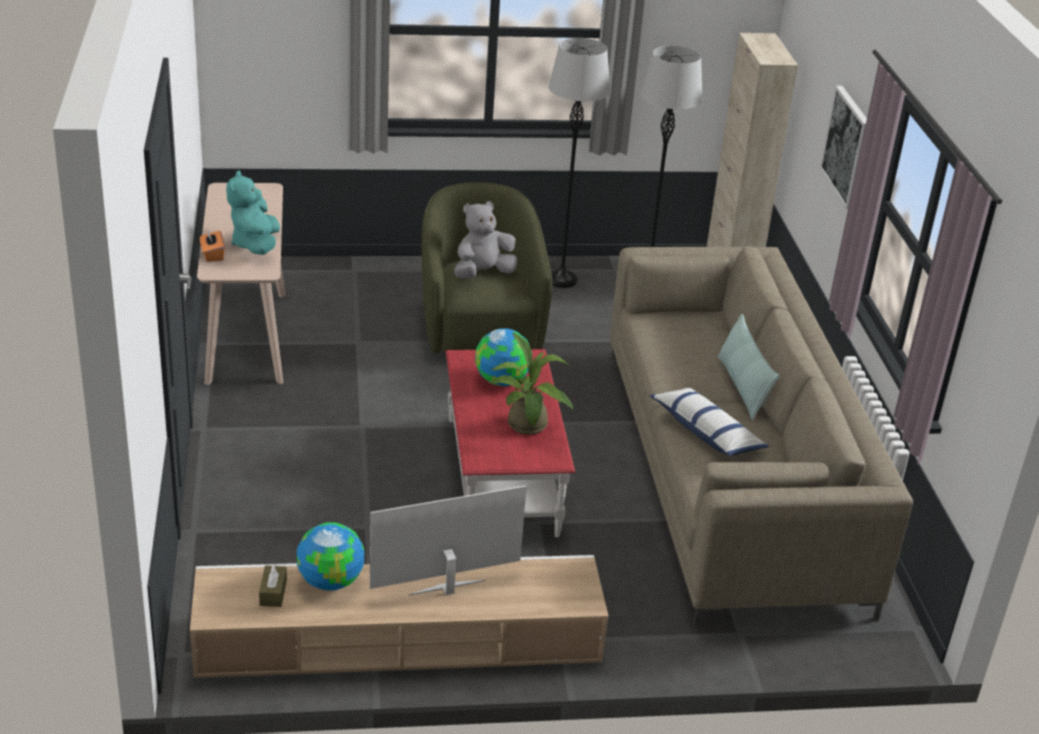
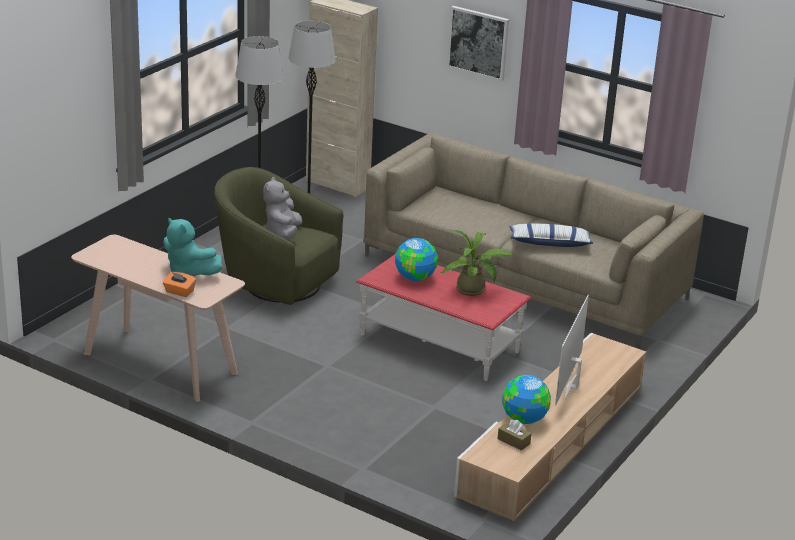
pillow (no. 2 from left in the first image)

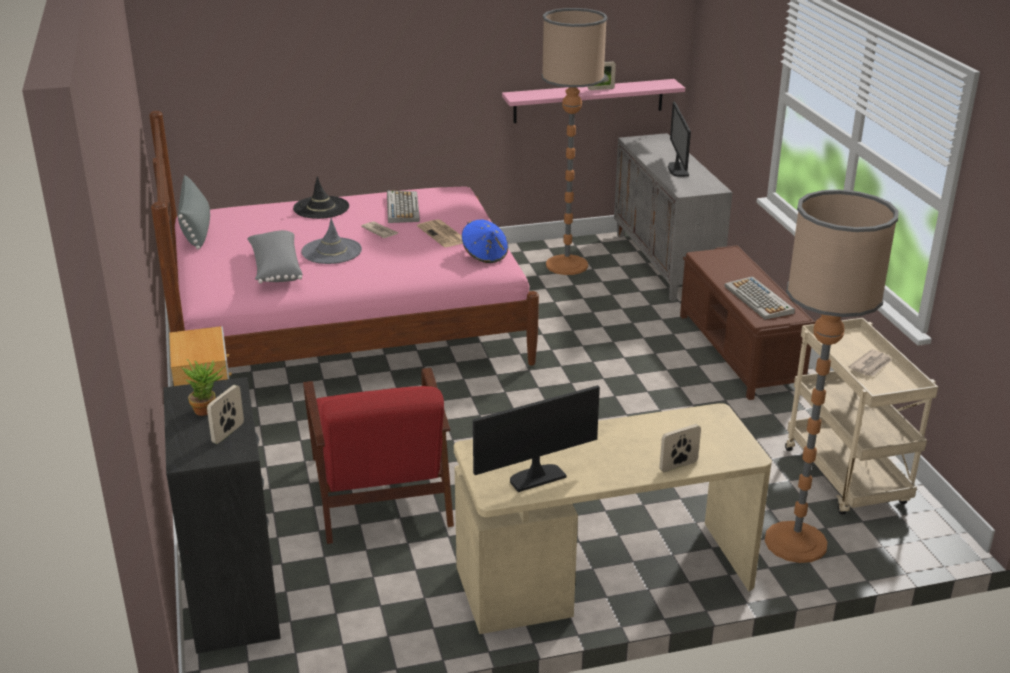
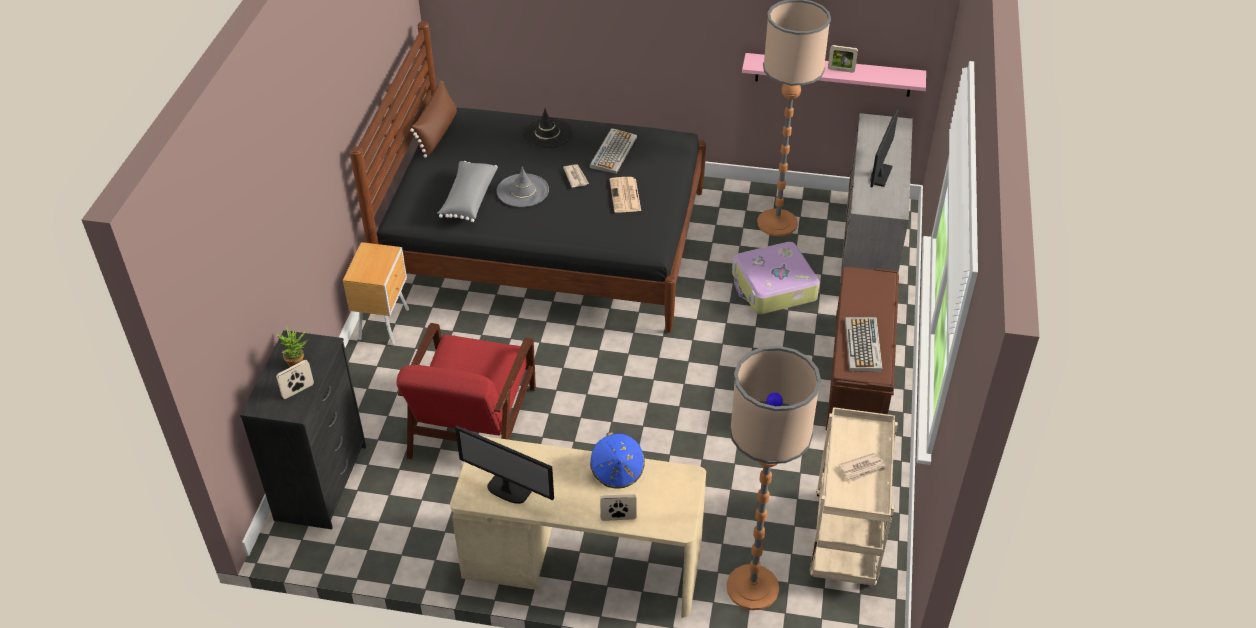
black bed
brown pillow
monitor (no. 1 from left)
blue hat
suitcase

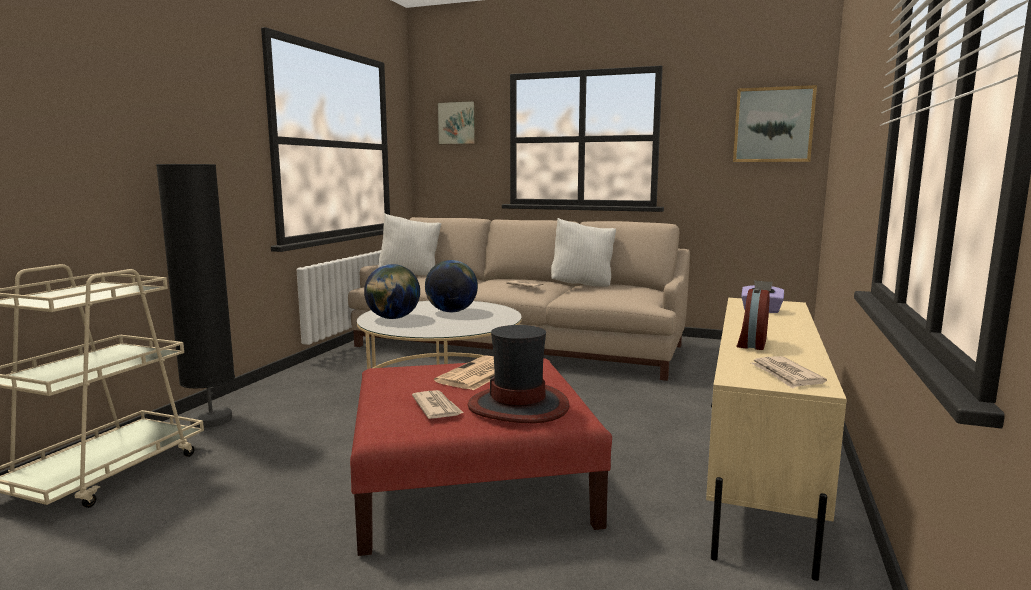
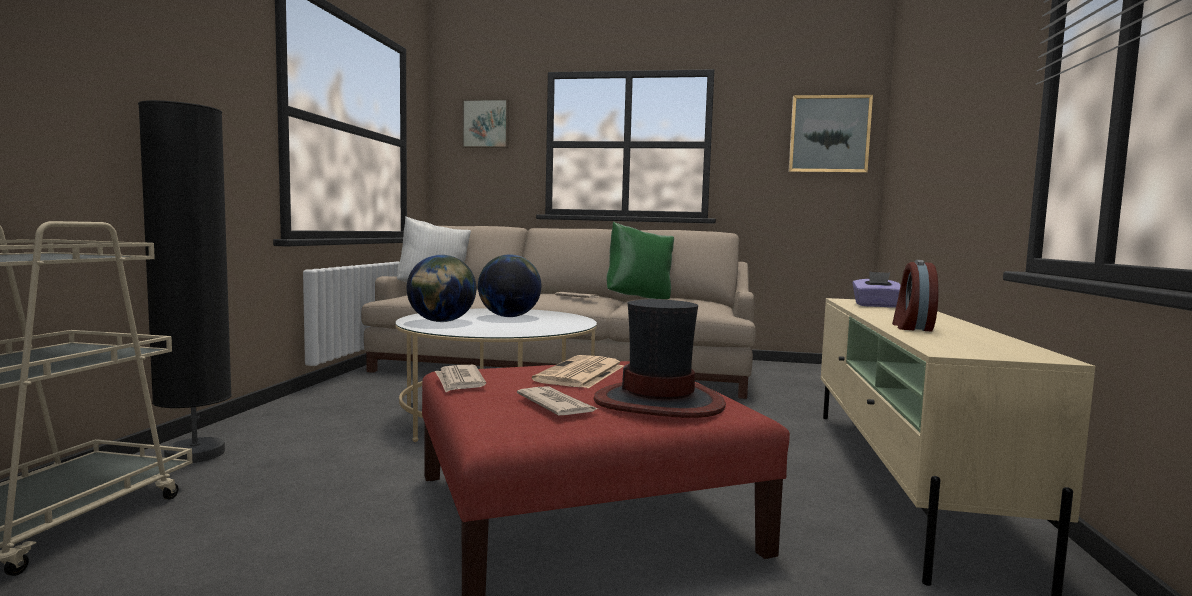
newspaper (no. 1 from left)
green pillow

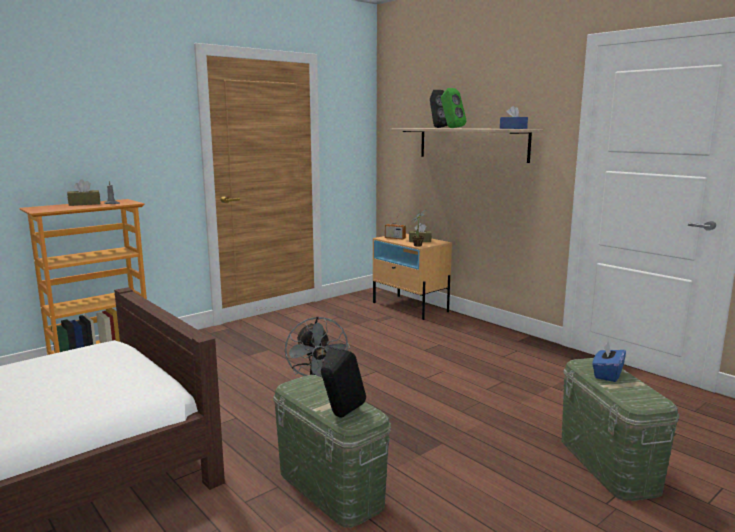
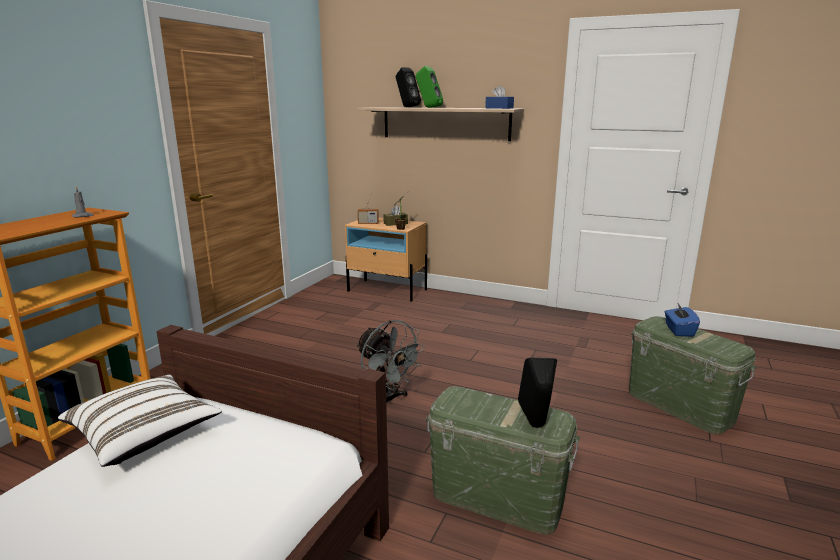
white pillow
brown tissue box (no. 1 from left in the first image)

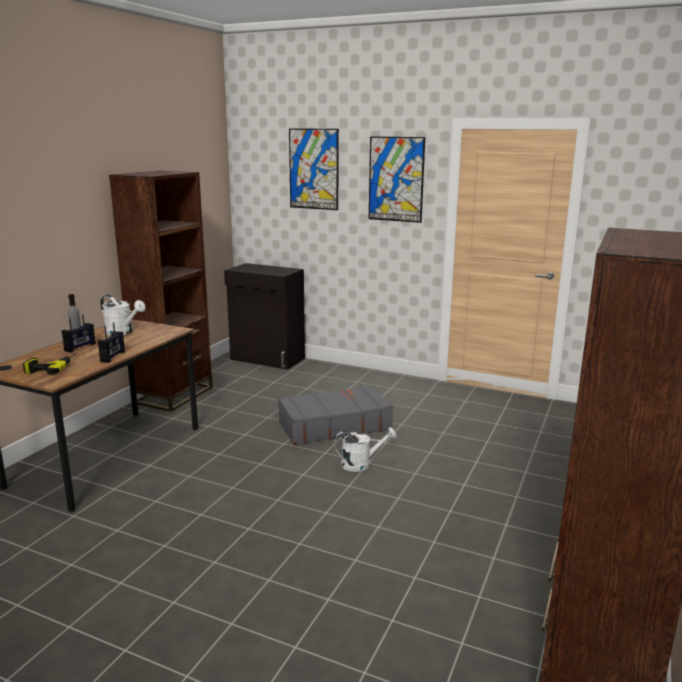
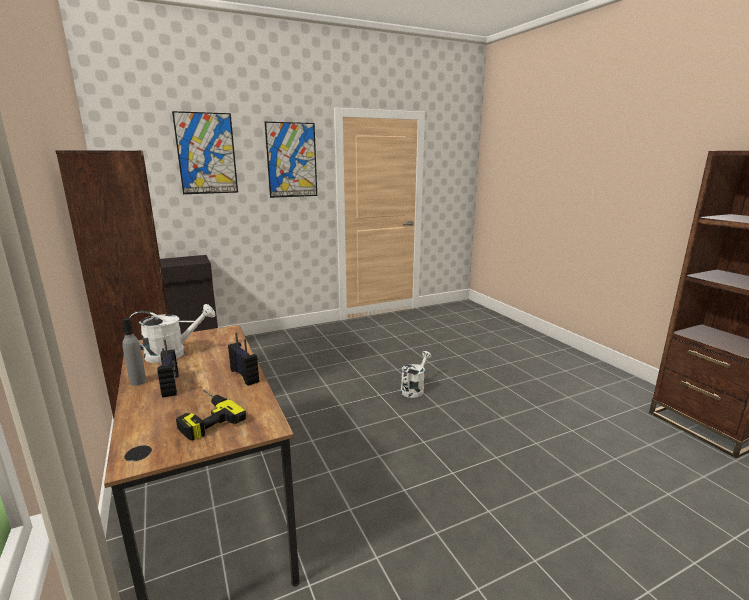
grey suitcase

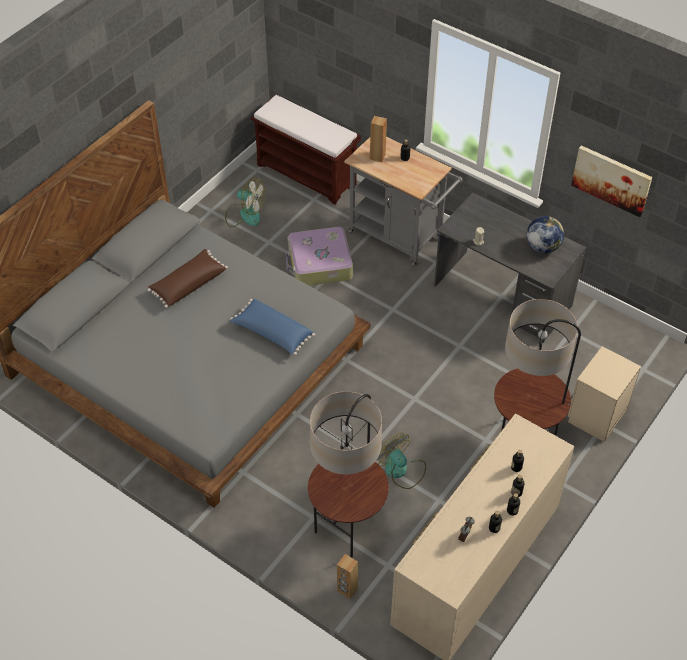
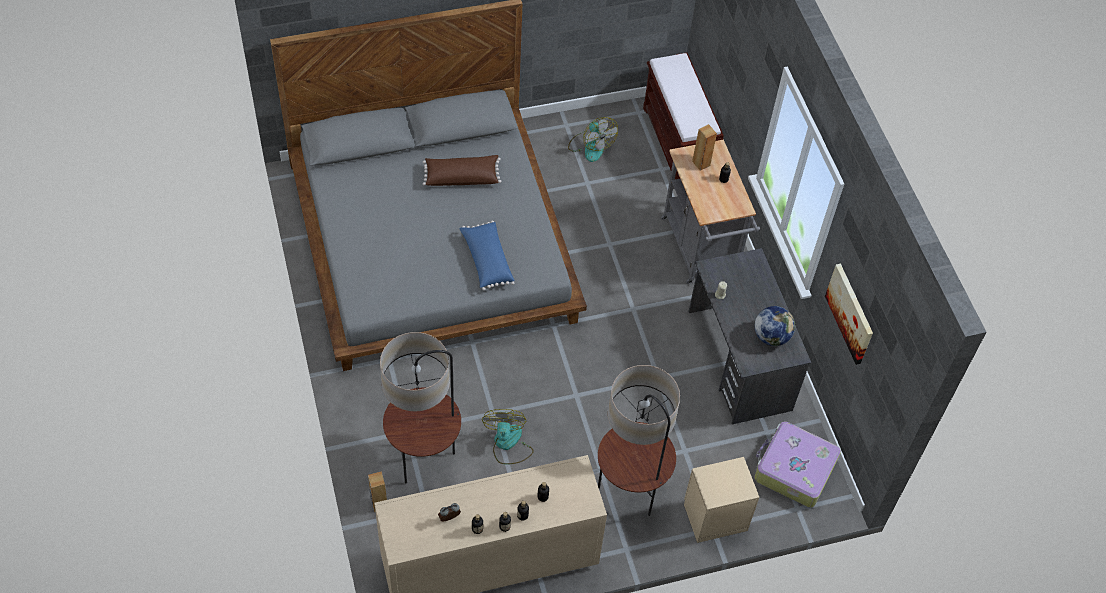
suitcase

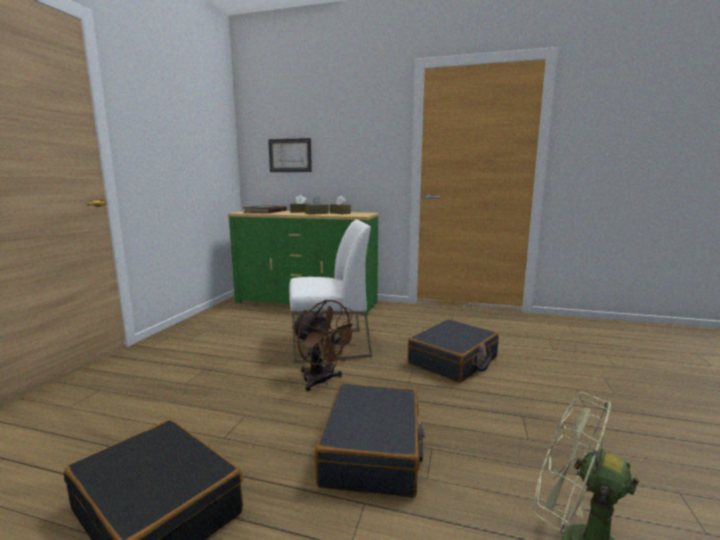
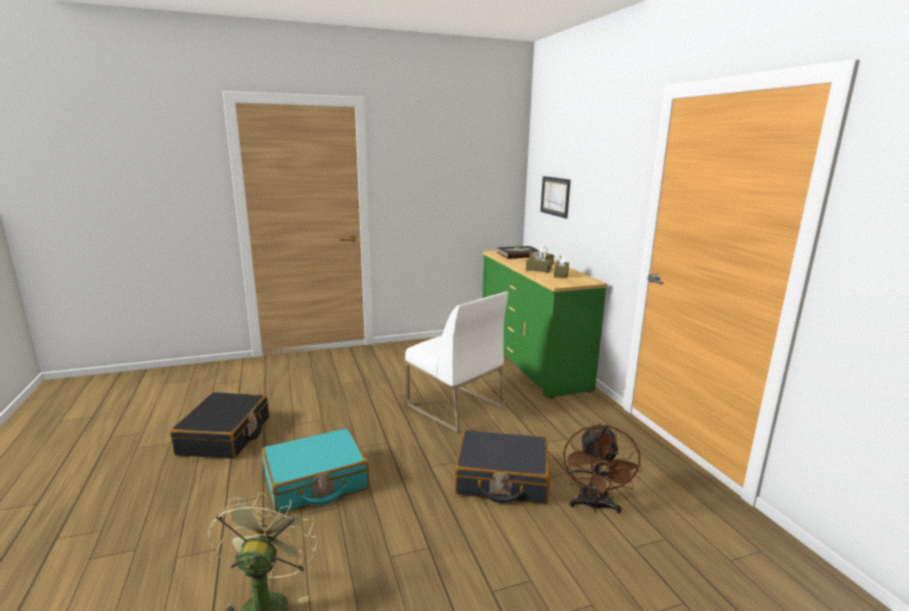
turquoise suitcase
brown fan

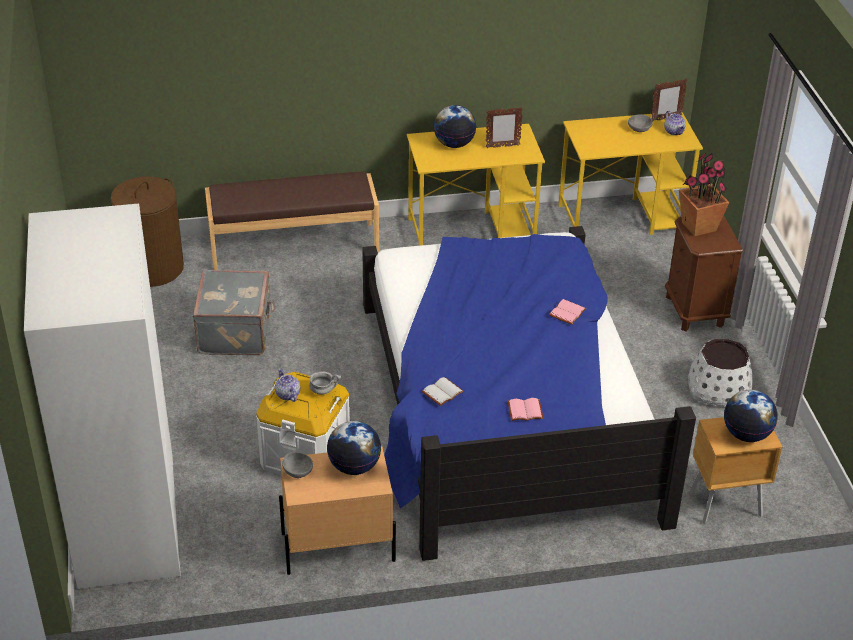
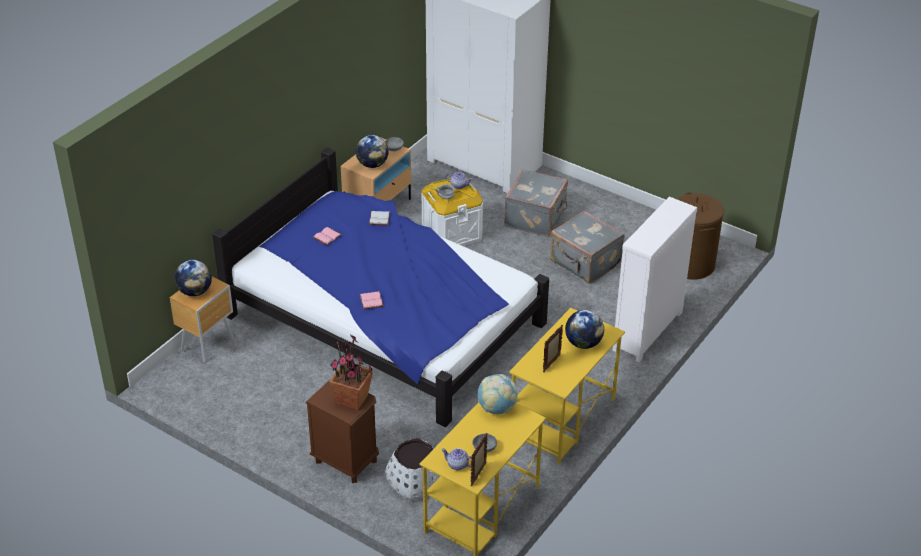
white planter
globe (no. 3 from left)
grey suitcase (no. 1 from left)
white dresser

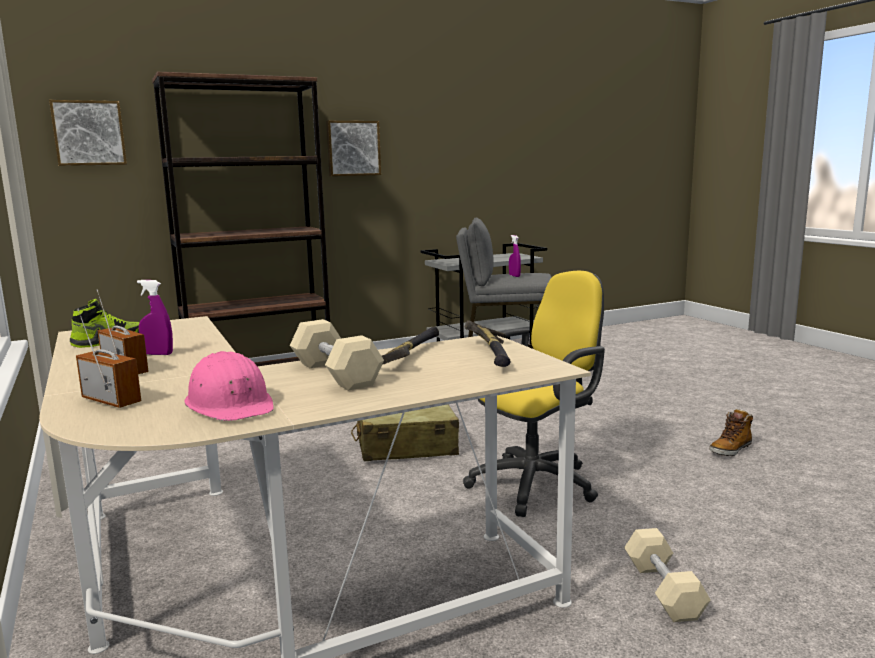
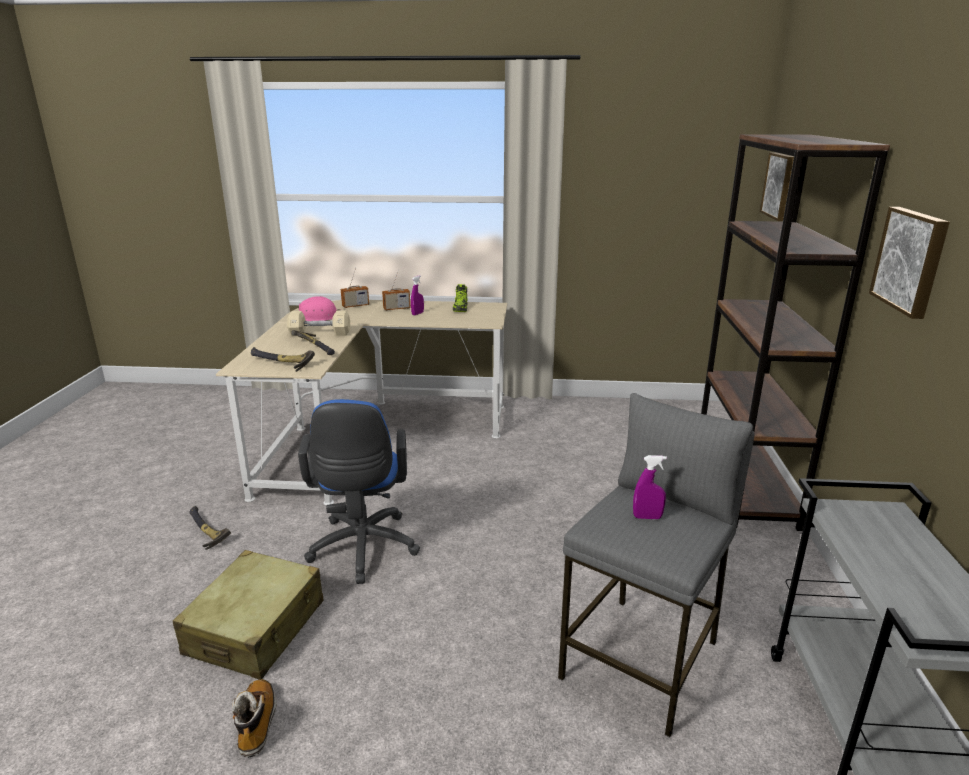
beige suitcase
hammer (no. 1 from left)
blue office chair

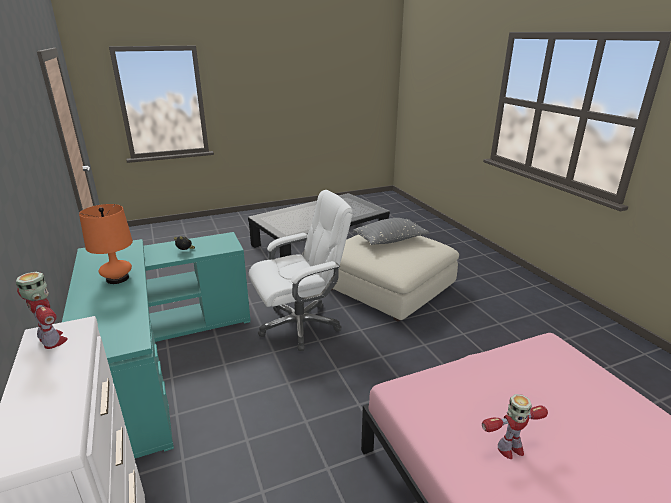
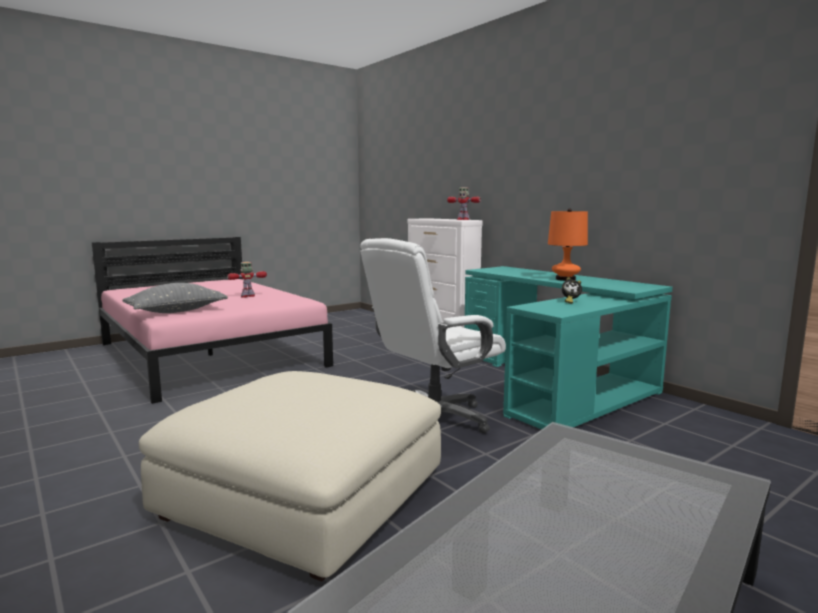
grey pillow

